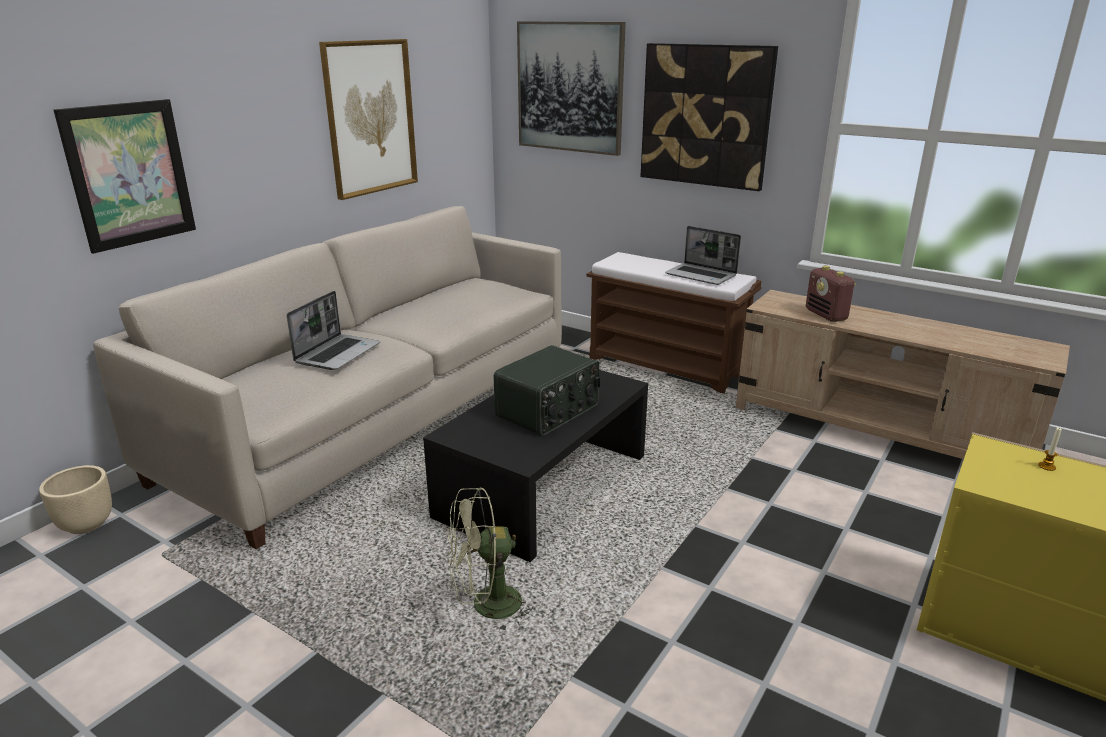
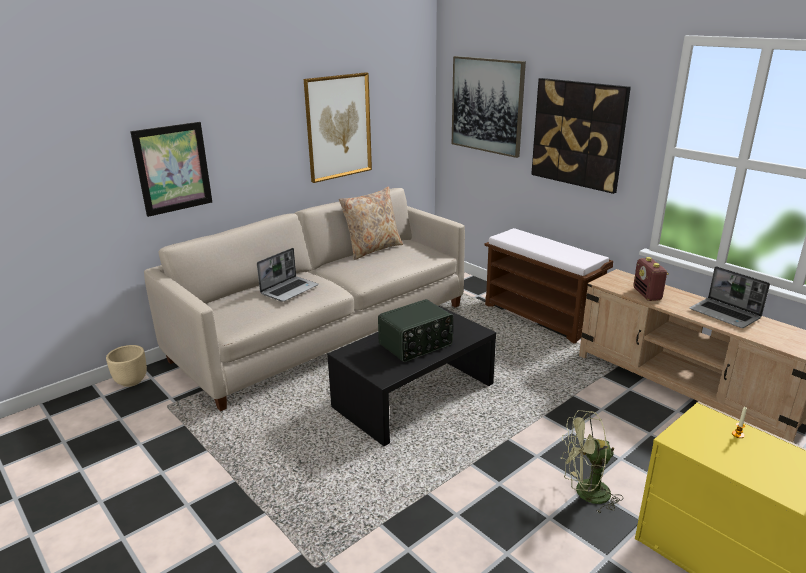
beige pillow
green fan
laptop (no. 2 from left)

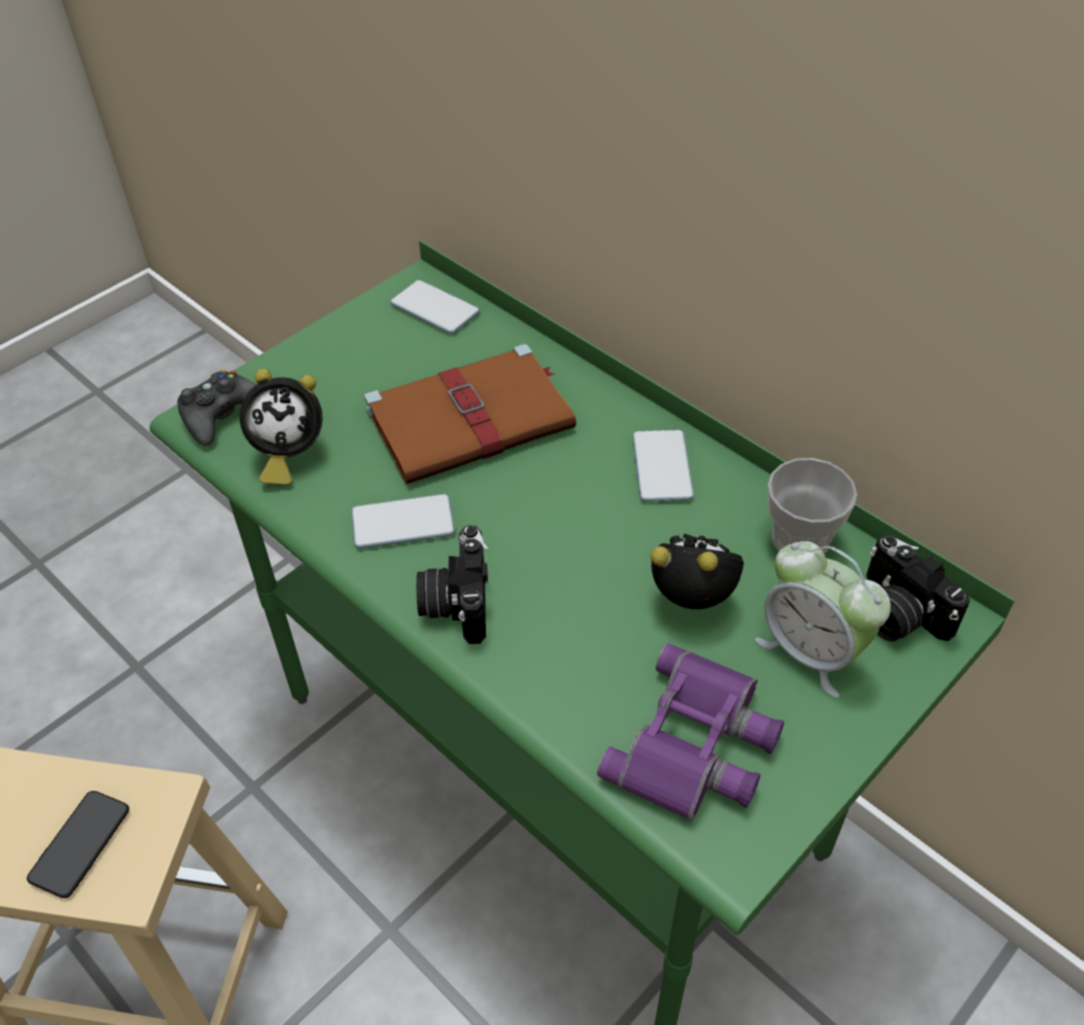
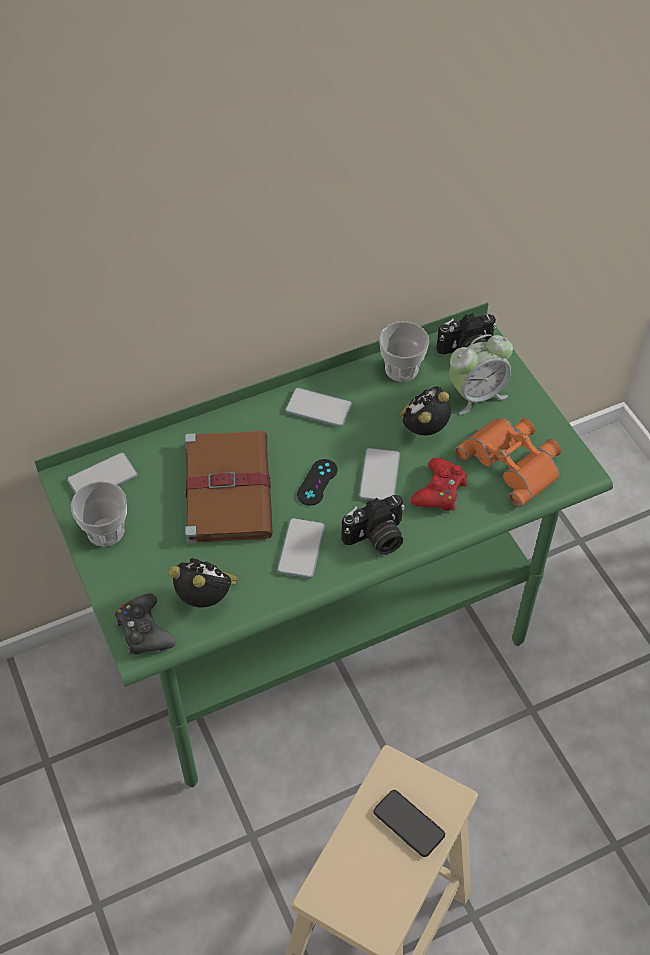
cup (no. 1 from left)
alarm clock (no. 1 from left)
black game controller (no. 2 from left)
photo camera (no. 1 from left)
phone (no. 4 from left)
red game controller
orange binoculars

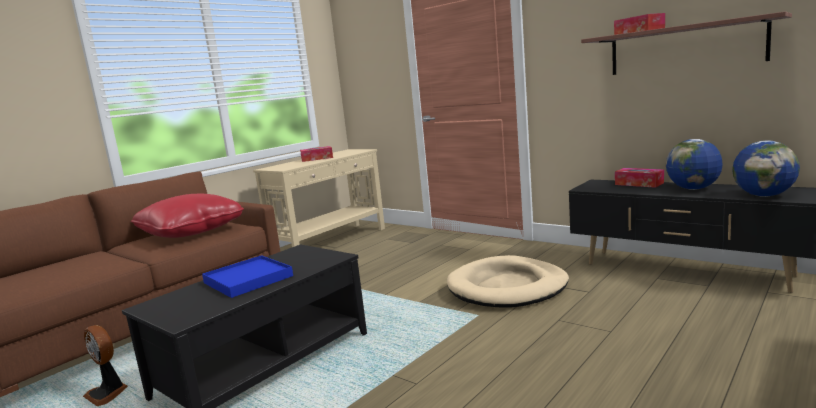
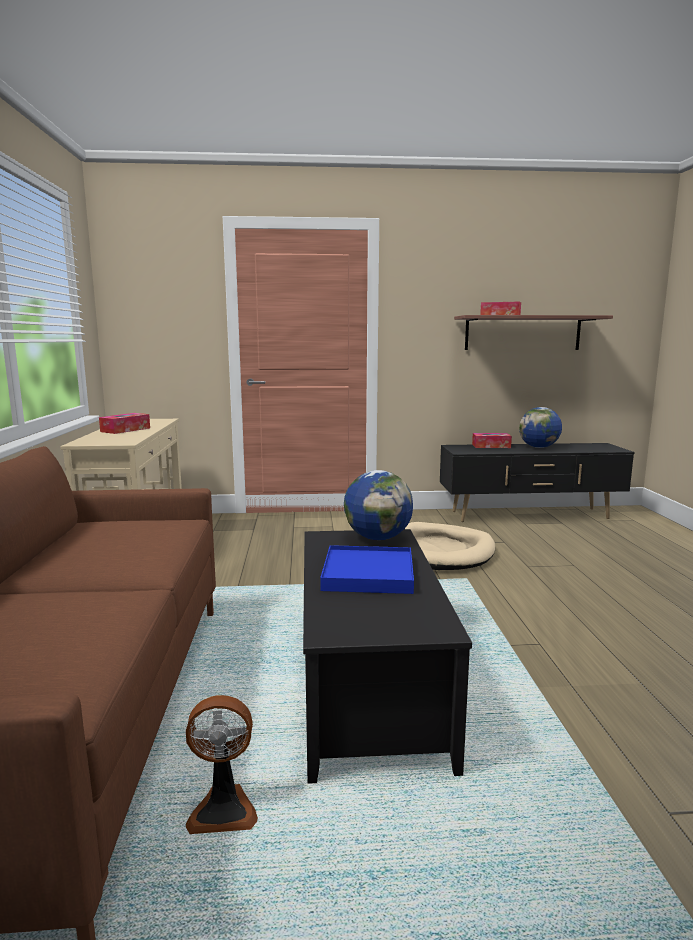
globe (no. 1 from left)
red pillow

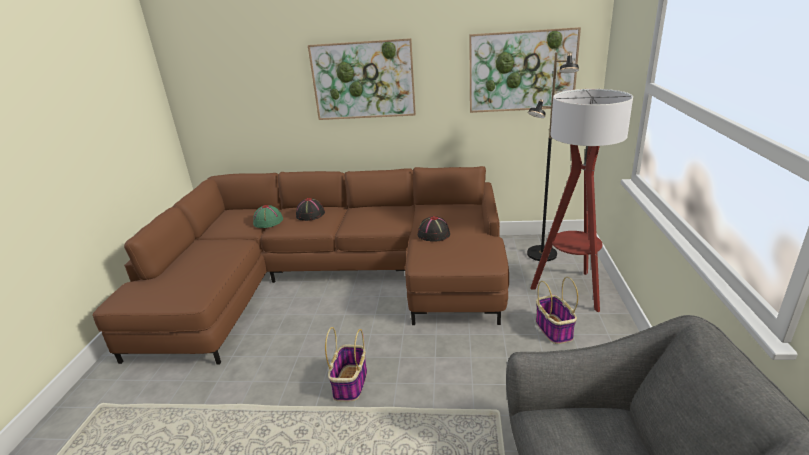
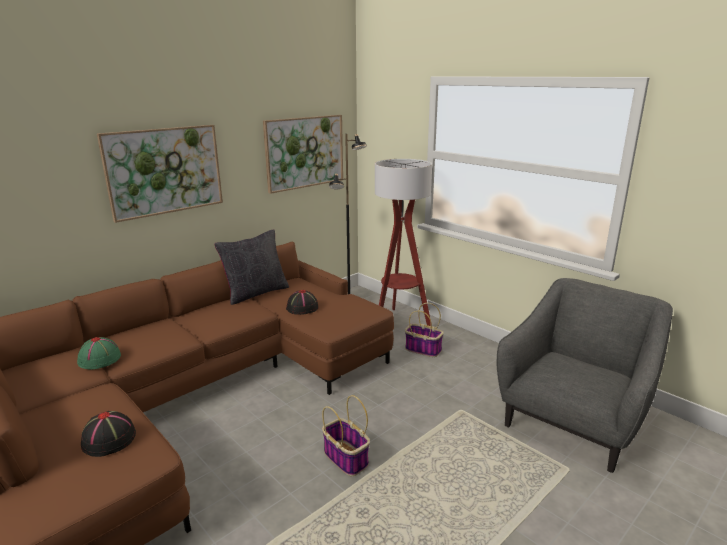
black hat (no. 1 from left)
black pillow

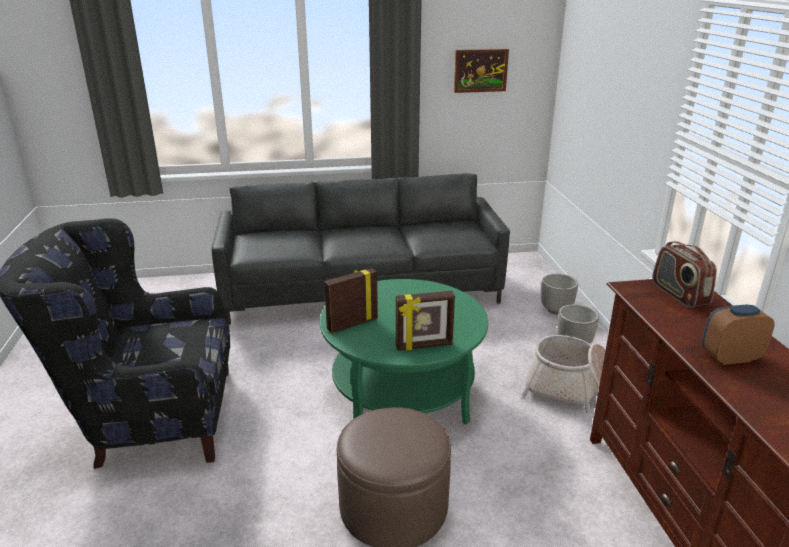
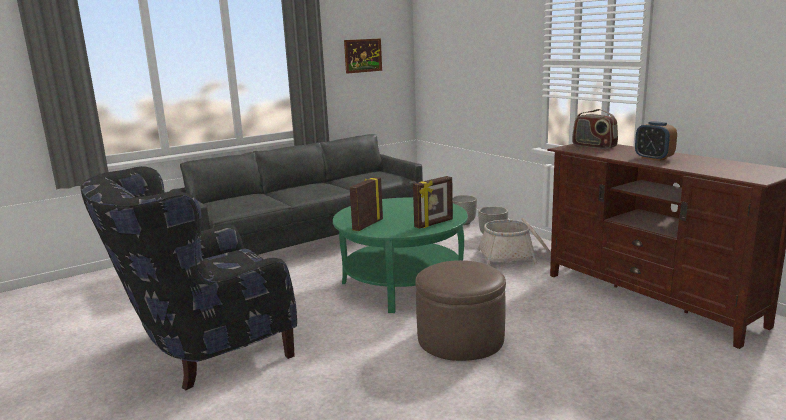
alarm clock

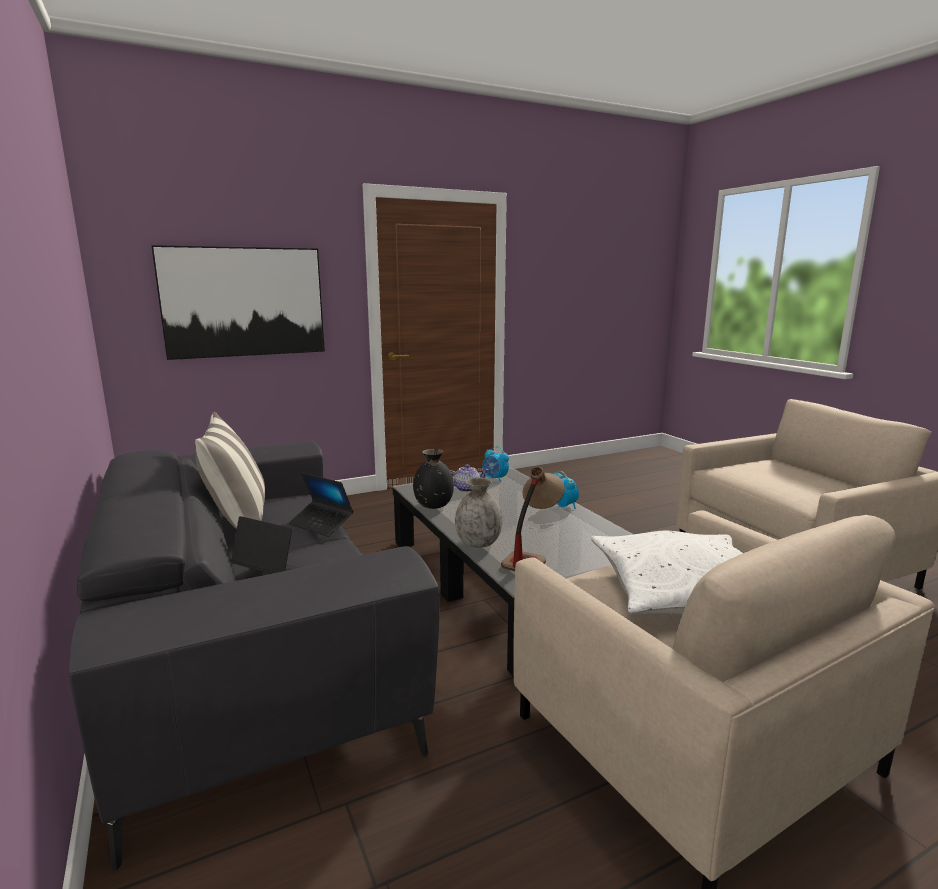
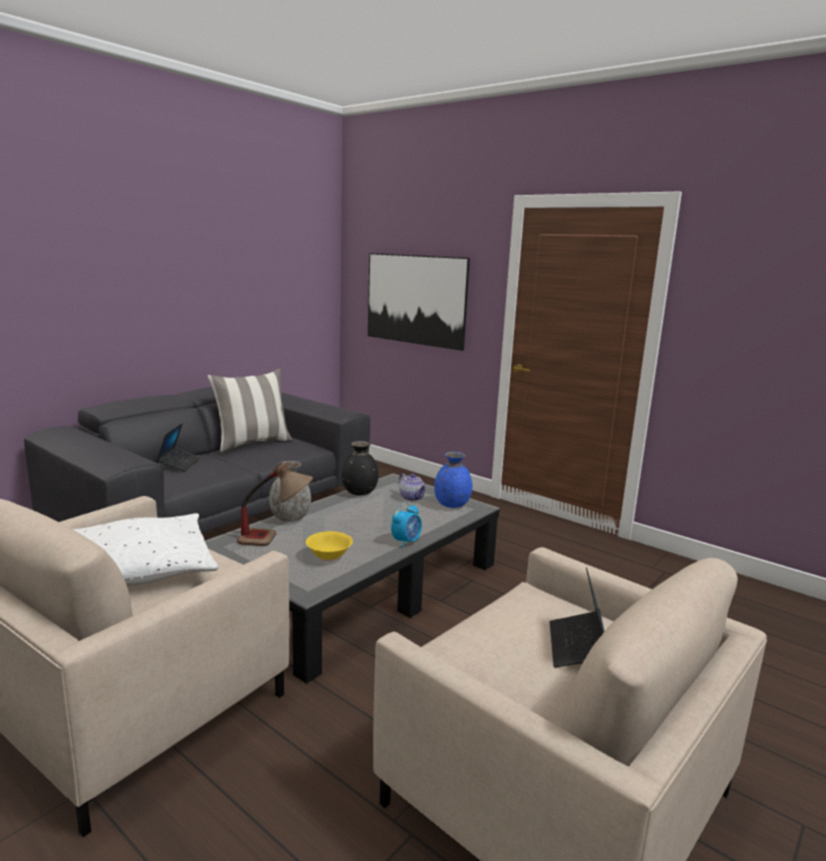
yellow bowl
blue vase
laptop (no. 2 from left)

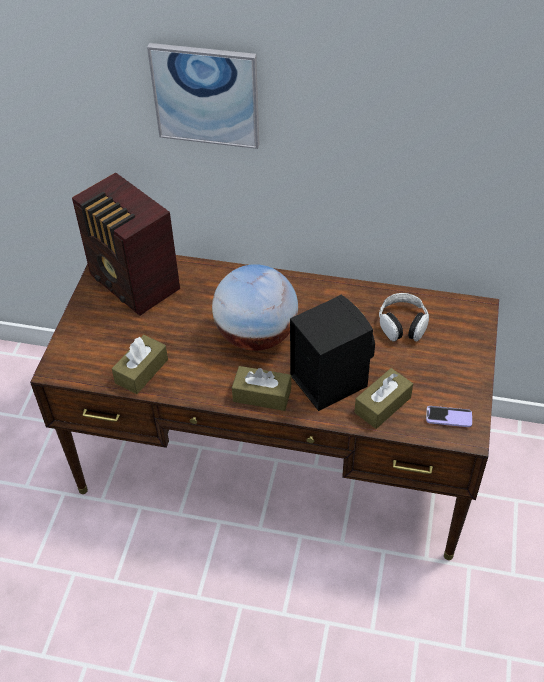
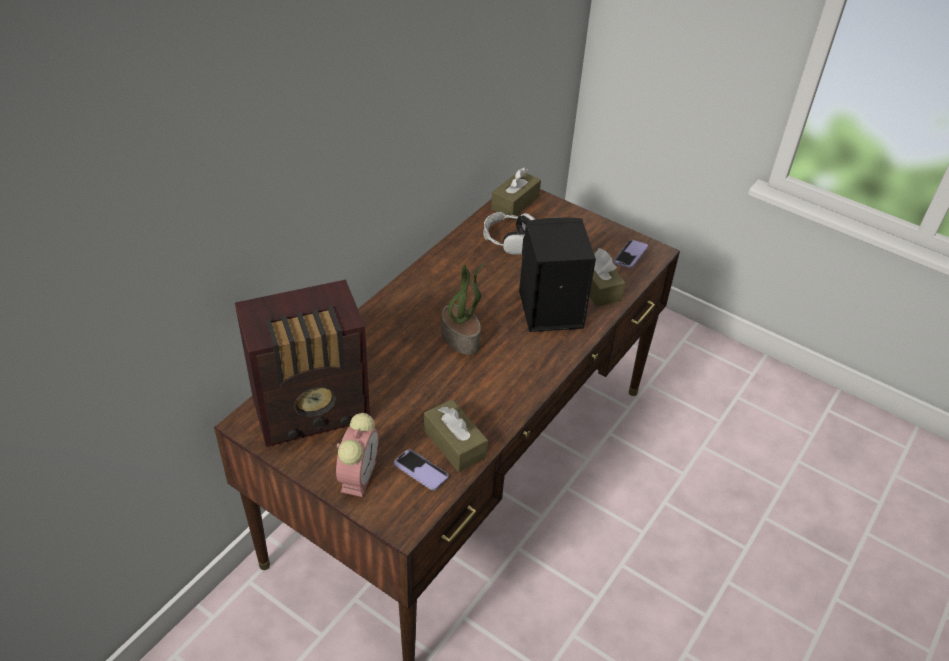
alarm clock
phone (no. 1 from left)
potted plant
brown tissue box (no. 2 from left)
picture

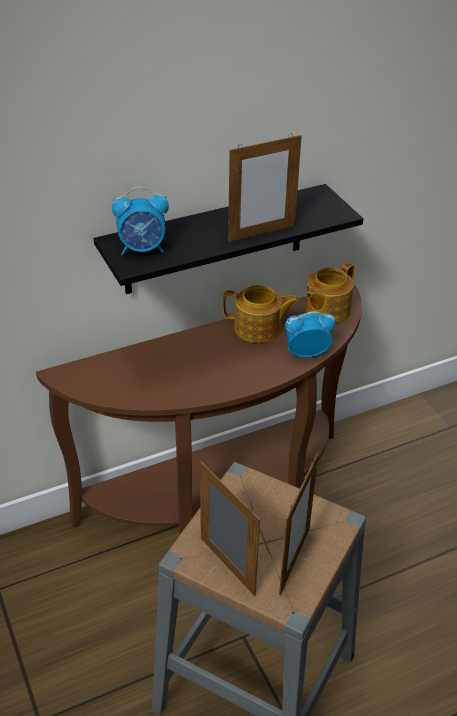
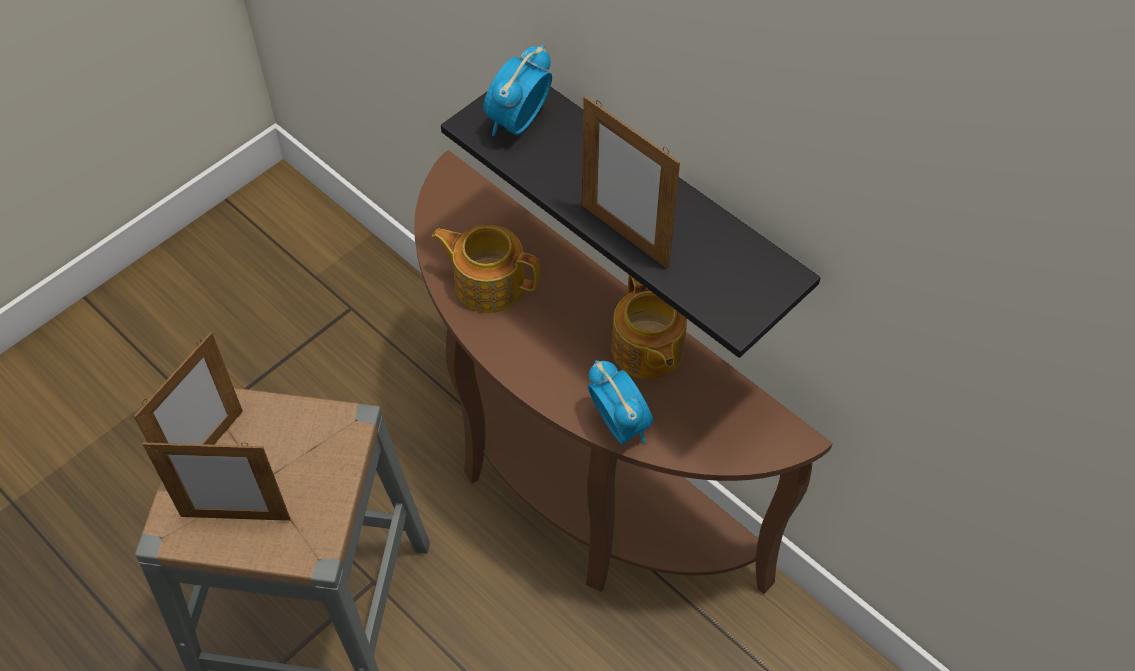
teapot (no. 1 from left)
alarm clock (no. 1 from left)

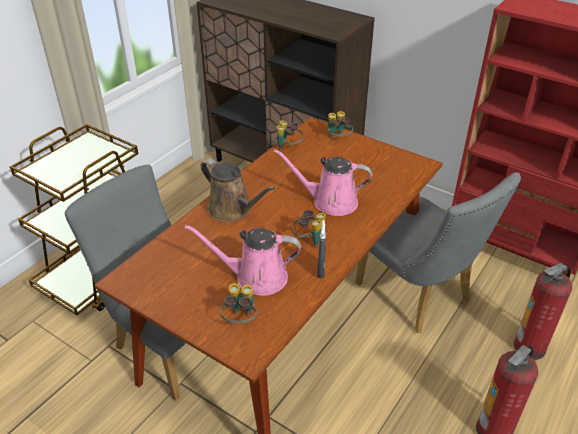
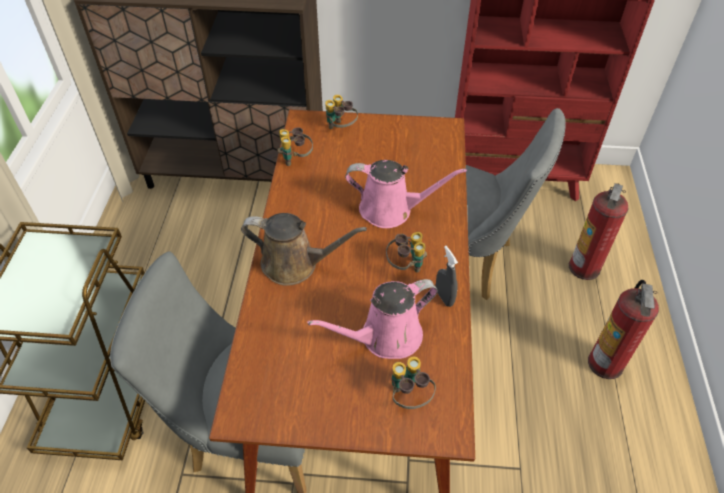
pink watering can (no. 2 from left)

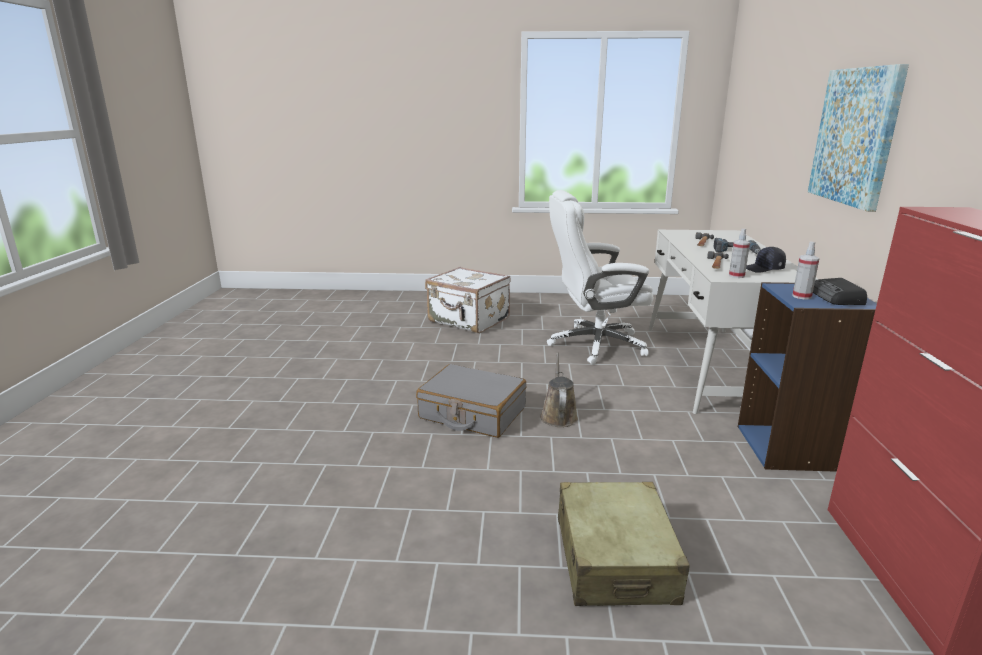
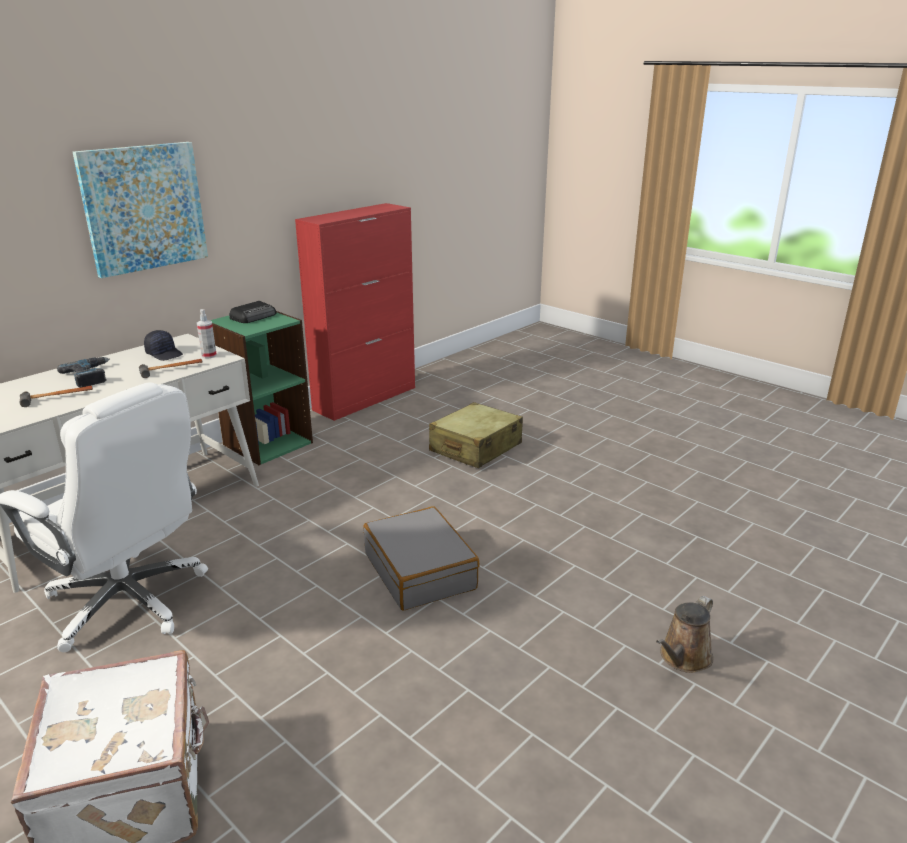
green bookcase
brown watering can
spray bottle (no. 2 from left in the first image)

